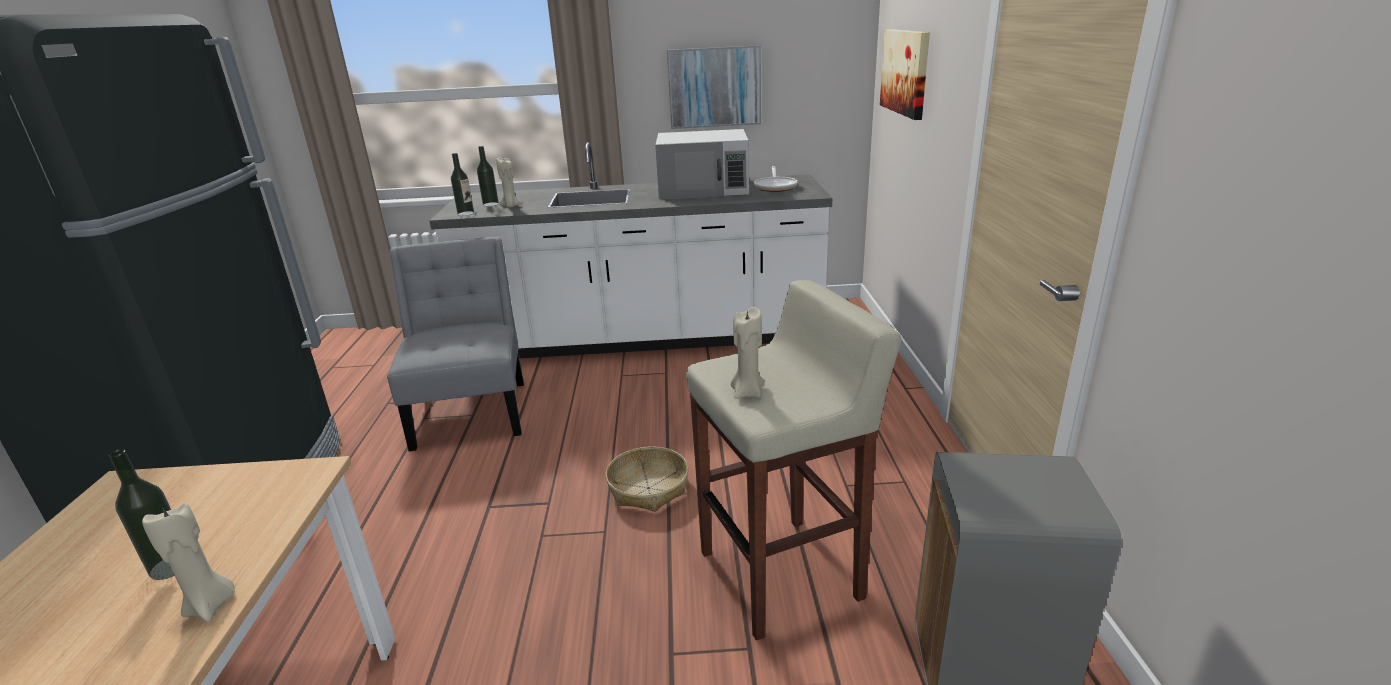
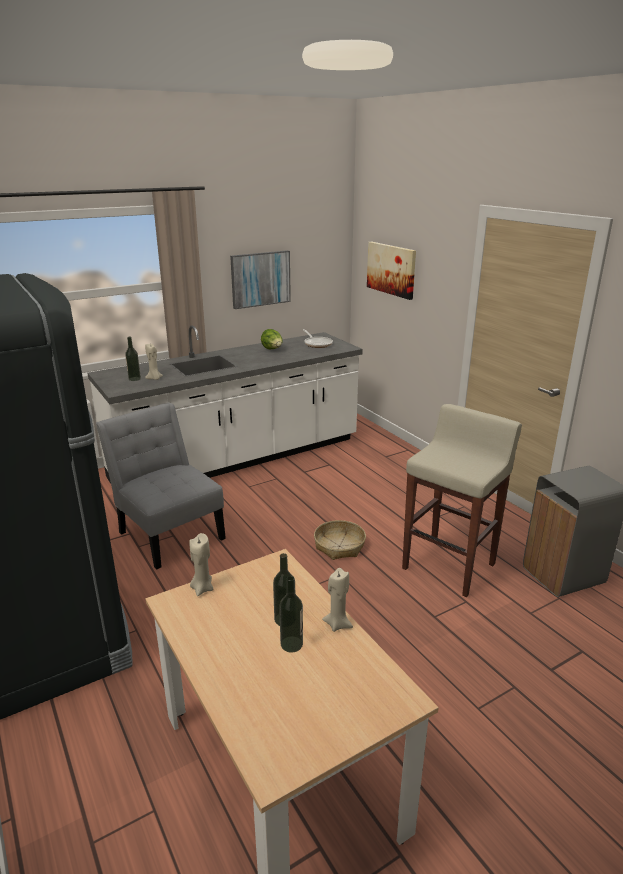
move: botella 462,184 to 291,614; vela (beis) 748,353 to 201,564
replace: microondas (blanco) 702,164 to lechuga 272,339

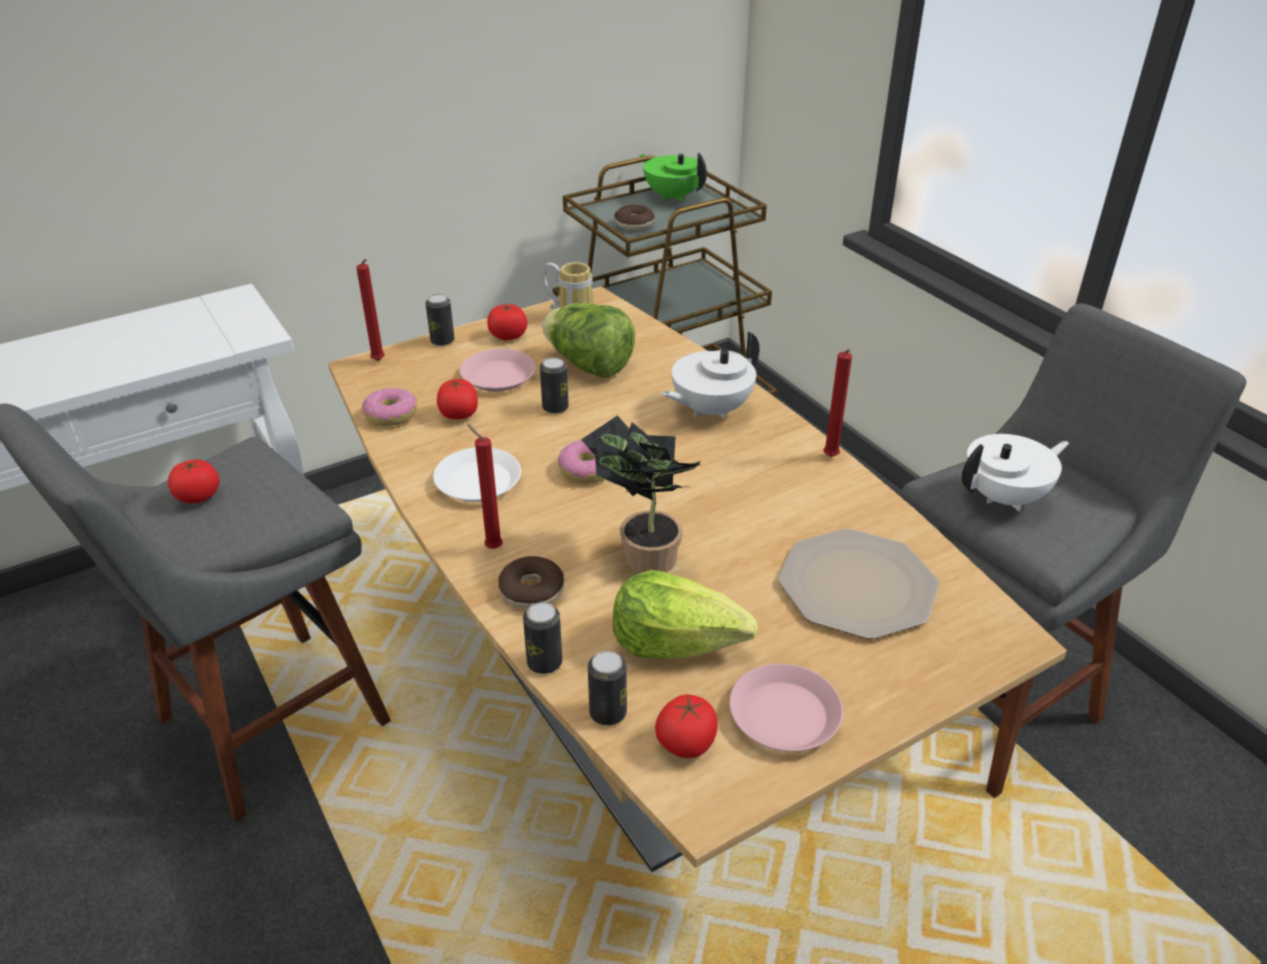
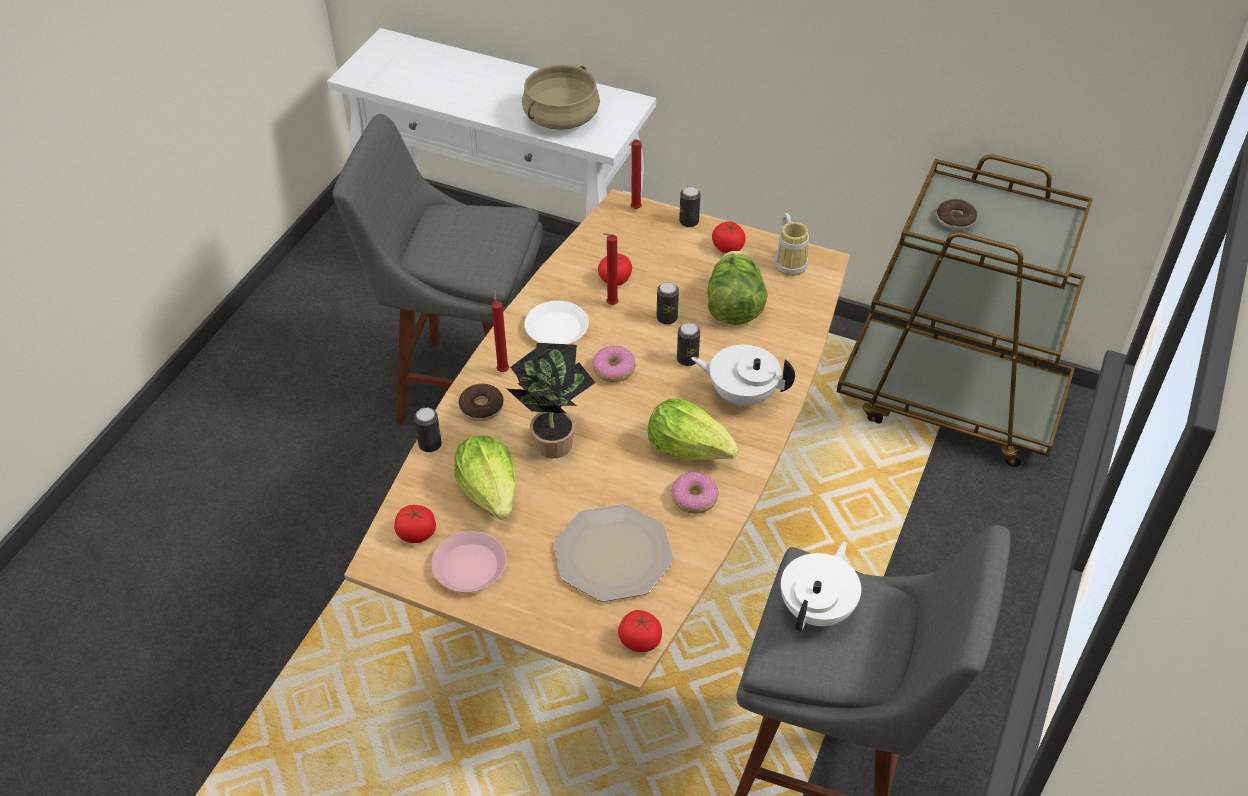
delete: plato (rosa) 498,370; tetera (verde) 673,177
insert: olla (beis) 561,97; lechuga 693,429
move: tomate 194,481 to 640,631; rosquilla 389,407 to 695,493; lata 607,688 to 688,344; vela (rojo) 837,403 to 611,269
rotate: tetera (blanco) 1015,472 = 821,586 90 degrees counterclockwise

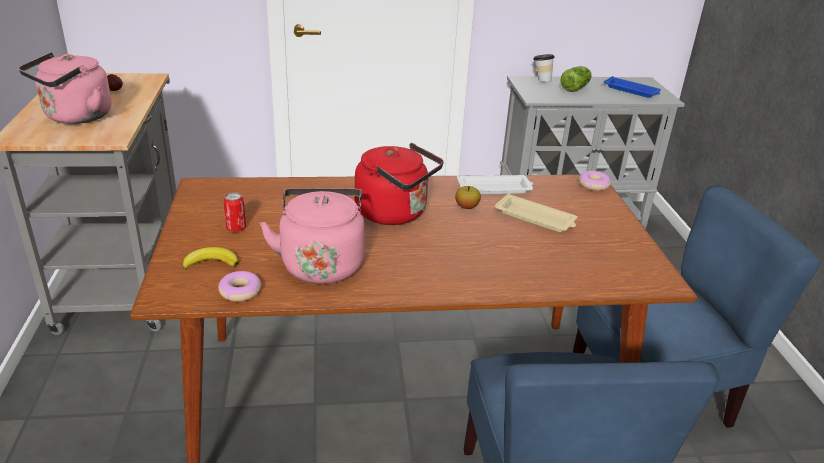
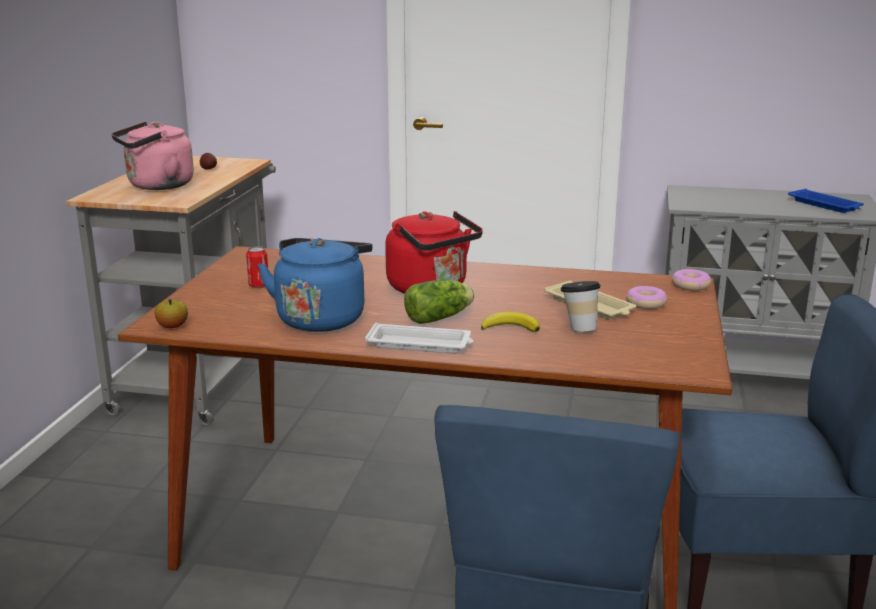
move: plátano 211,258 to 510,322; rosquilla 239,286 to 646,297; manzana 468,197 to 171,313; bandeja (blanco) 495,184 to 419,337; taza 544,68 to 580,306; lechuga 576,79 to 439,302
recolor: hervidor (rosa) 312,236 to hervidor (azul) 315,285

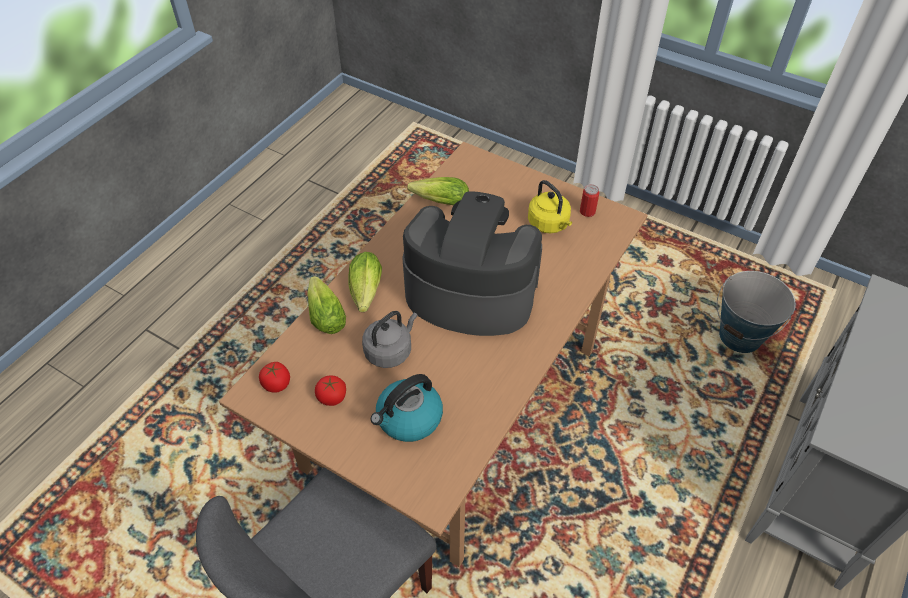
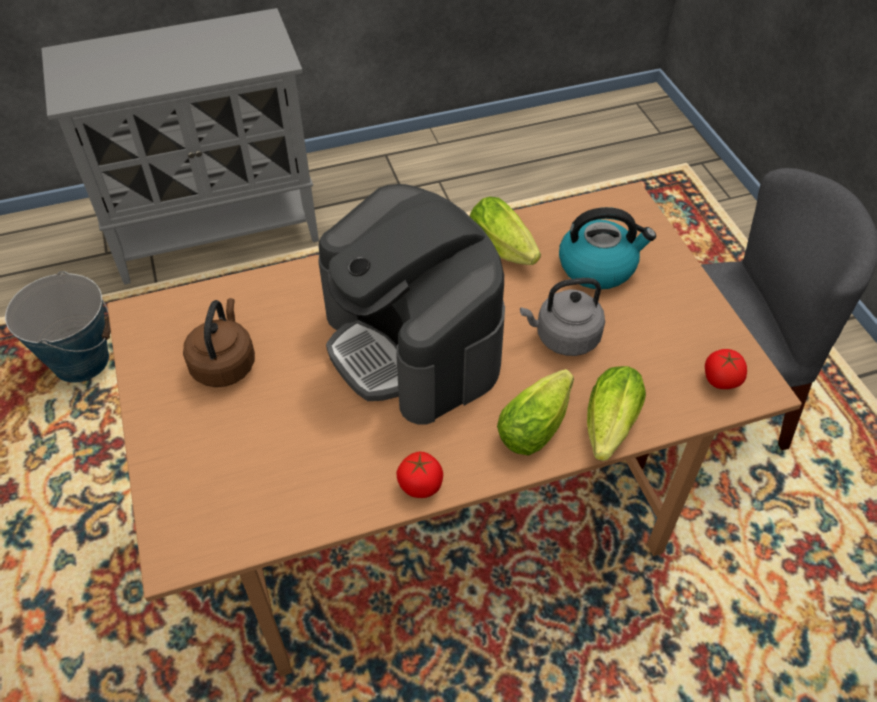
delete: lata 589,200
move: tomate 330,391 to 420,475; lechuga 438,191 to 505,231
recolor: hervidor (amarillo) 550,206 to hervidor (marrón) 219,342

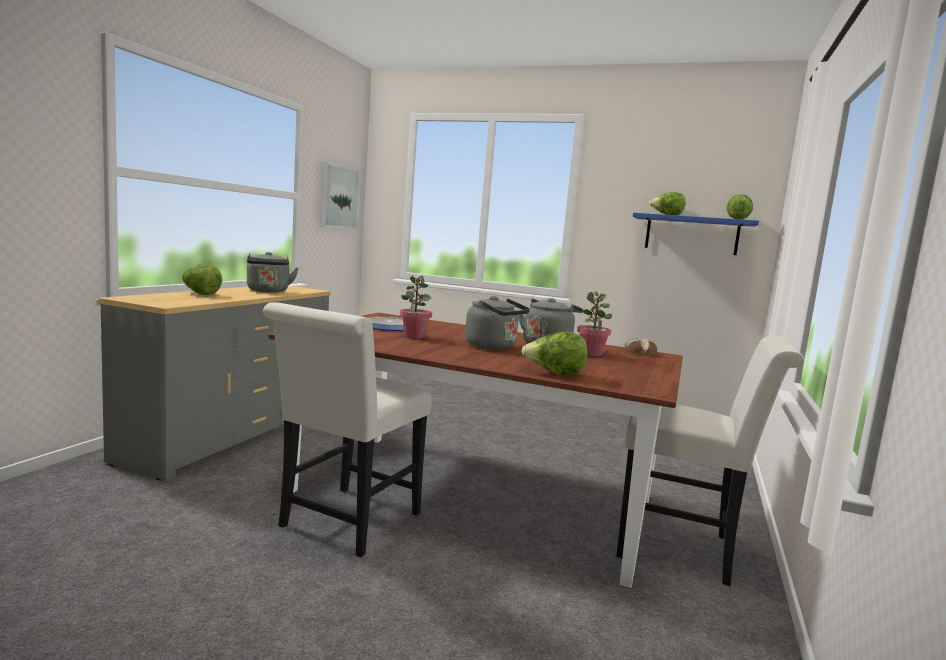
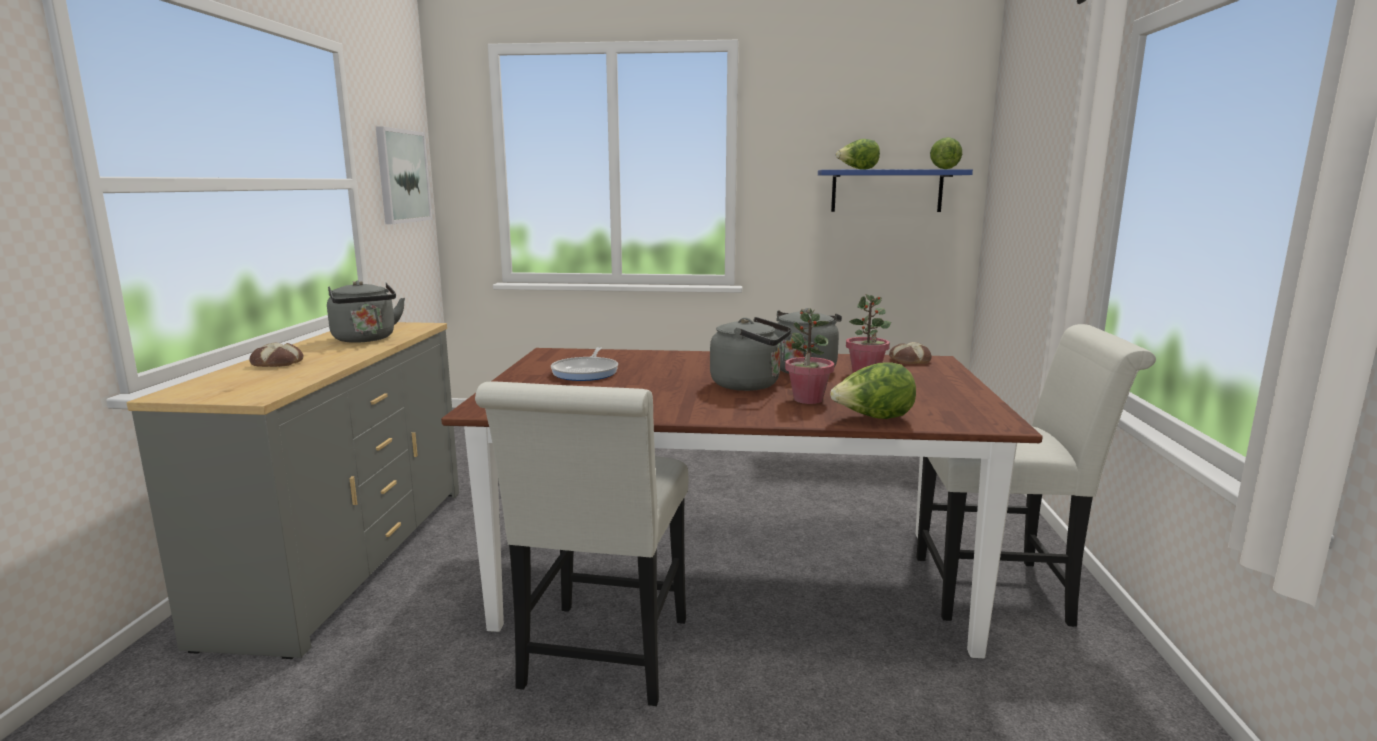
move: planta en maceta 416,307 to 809,356
replace: lechuga 202,279 to pan 276,354

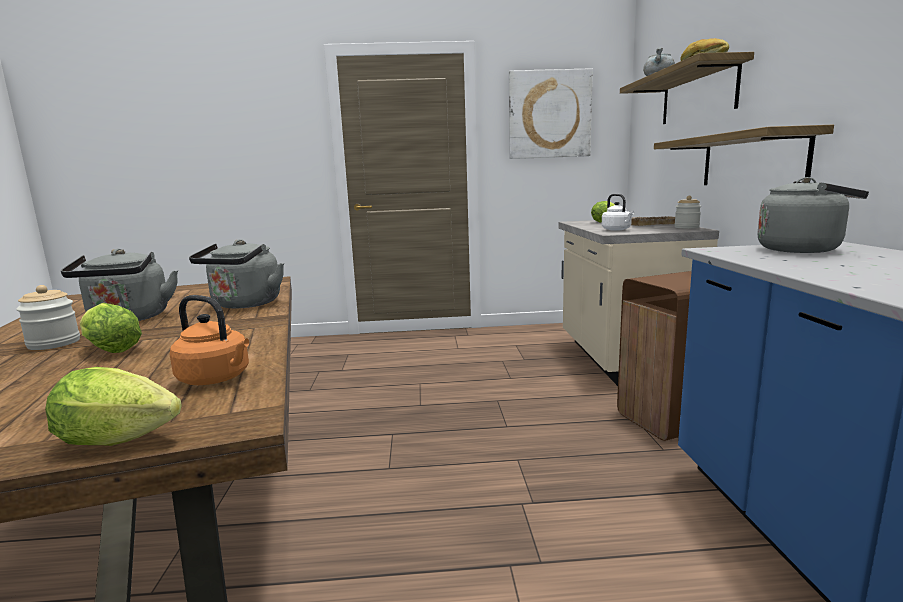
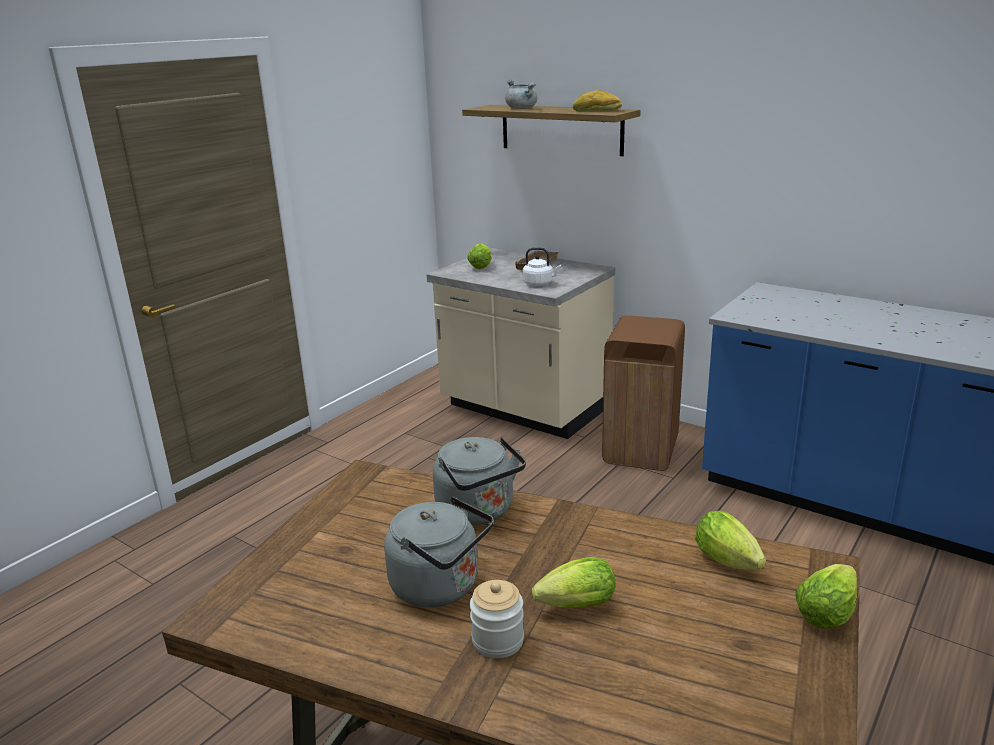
delete: cuadro 551,113; estante 744,155; tarro 687,212; hervidor (gris) 813,215
replace: hervidor (naranja) 209,340 to lechuga 730,540

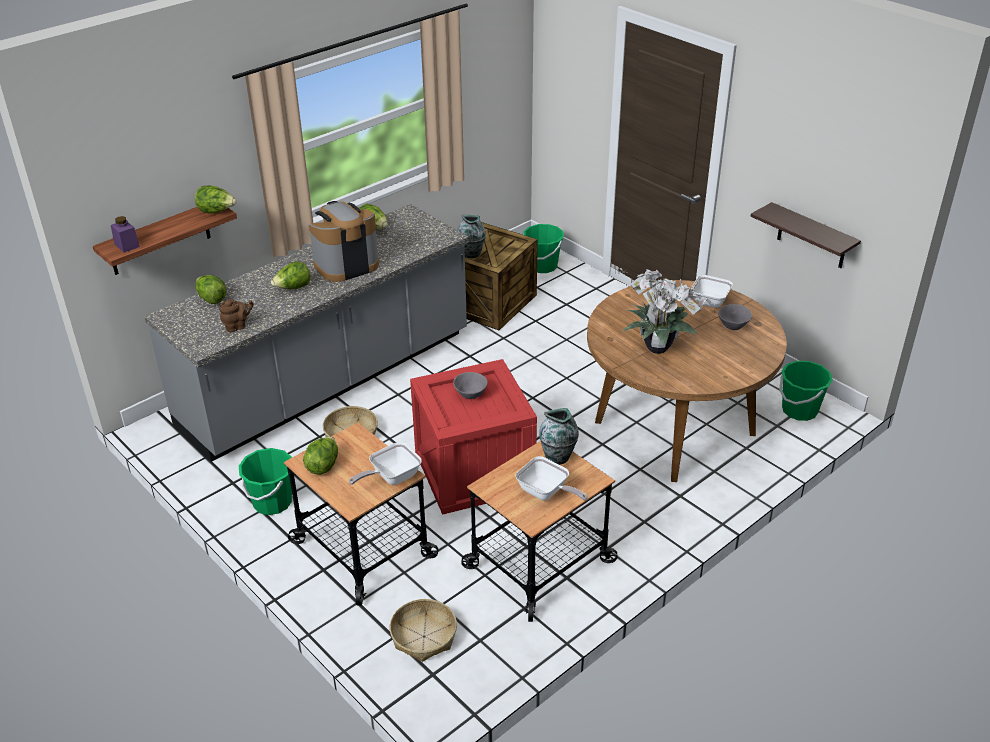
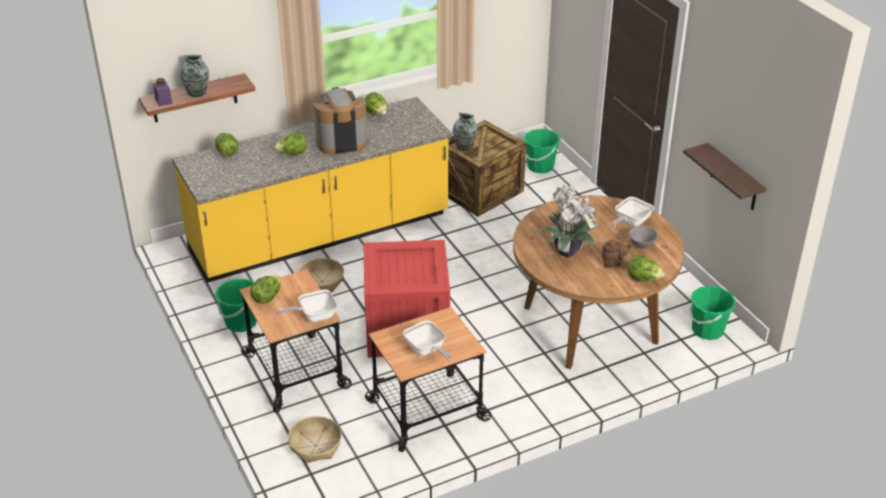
delete: cuenco (gris) 470,385
move: lechuga 215,199 to 646,268; tetera (marrón) 236,316 to 617,254; florero 559,436 to 194,76
recolor: mueble bajo de cocina (gris) 306,333 to mueble bajo de cocina (amarillo) 311,190

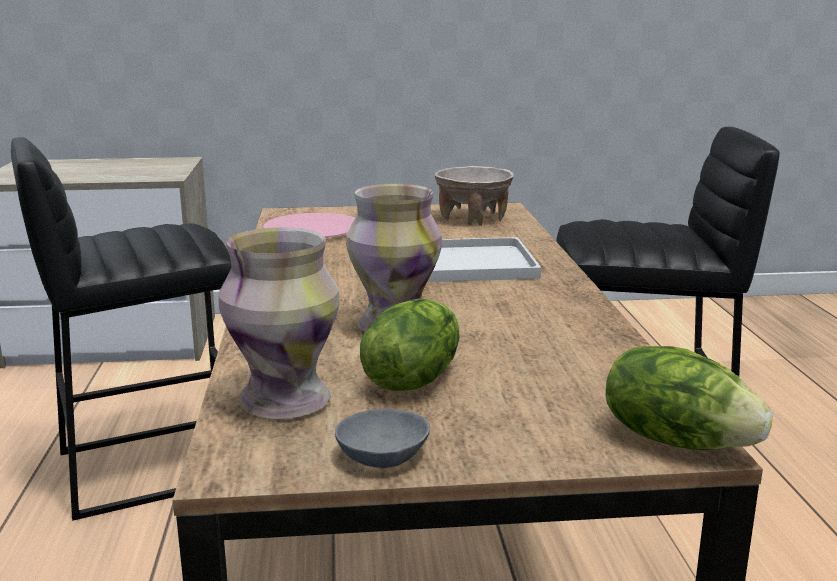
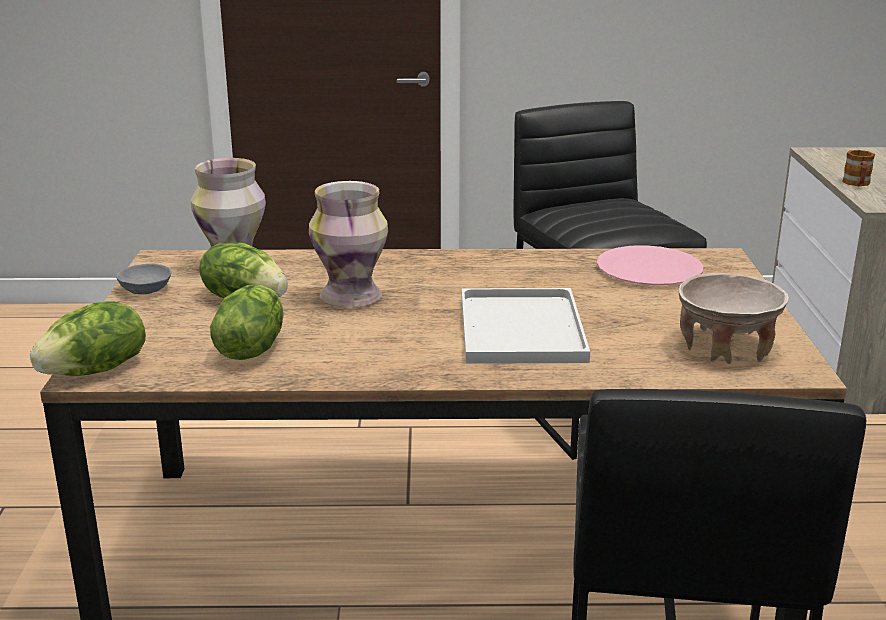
insert: lechuga 246,322; taza grande 858,168

